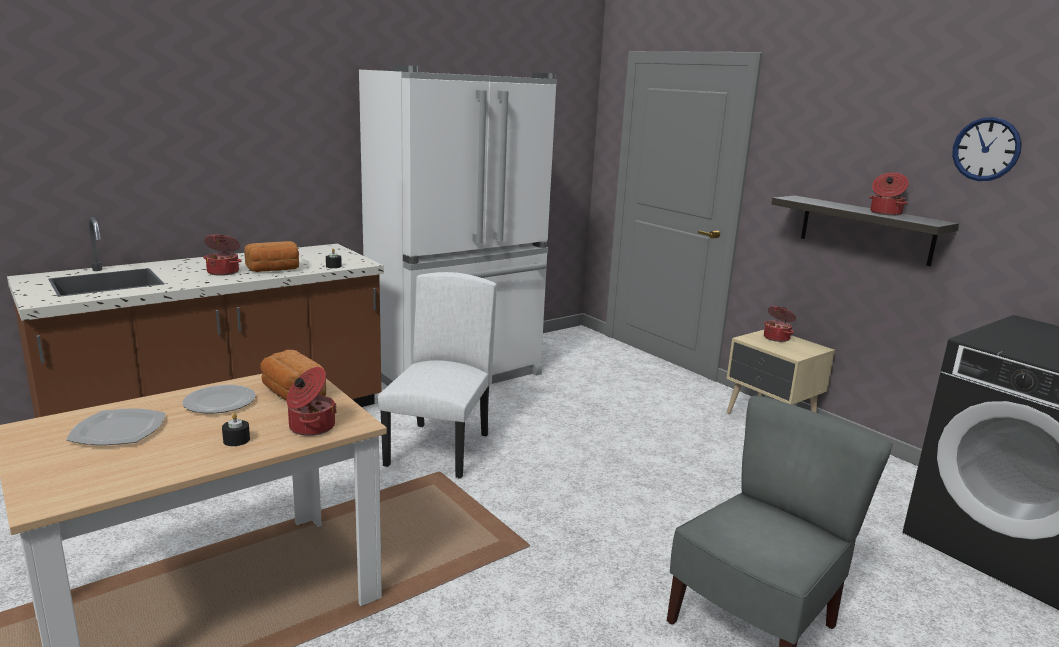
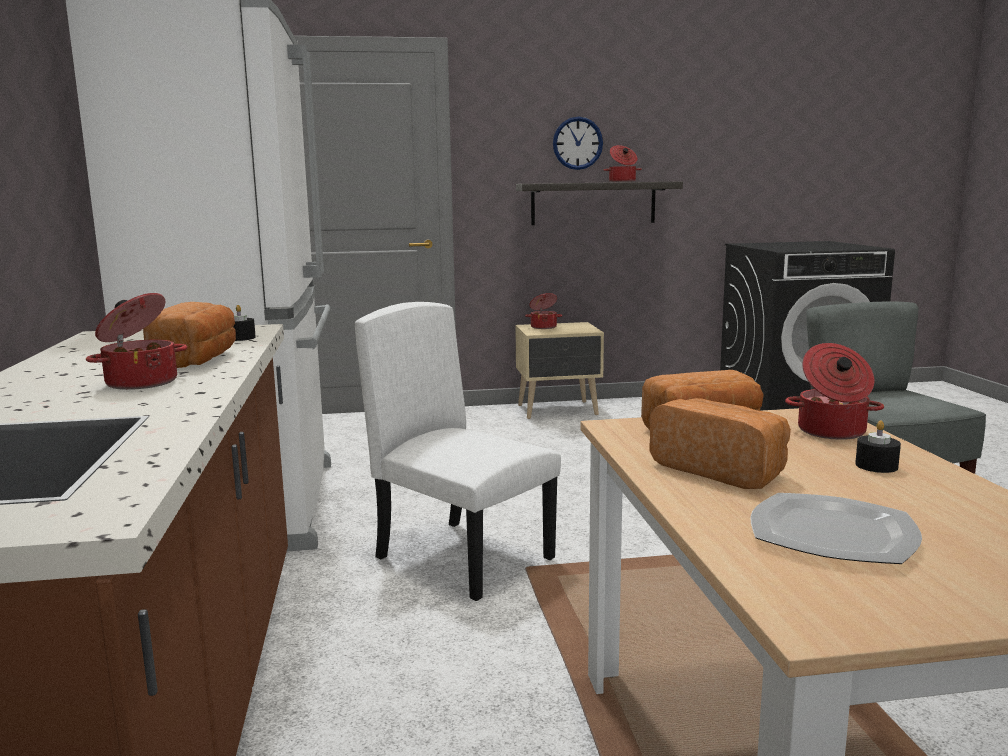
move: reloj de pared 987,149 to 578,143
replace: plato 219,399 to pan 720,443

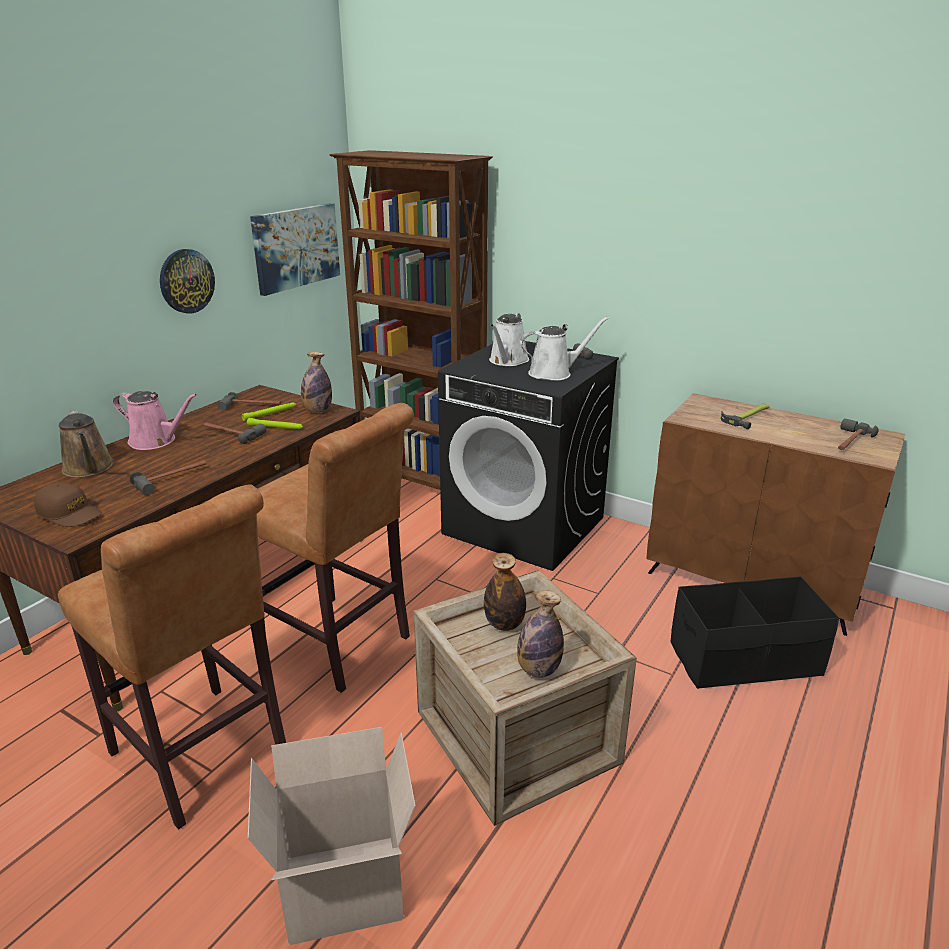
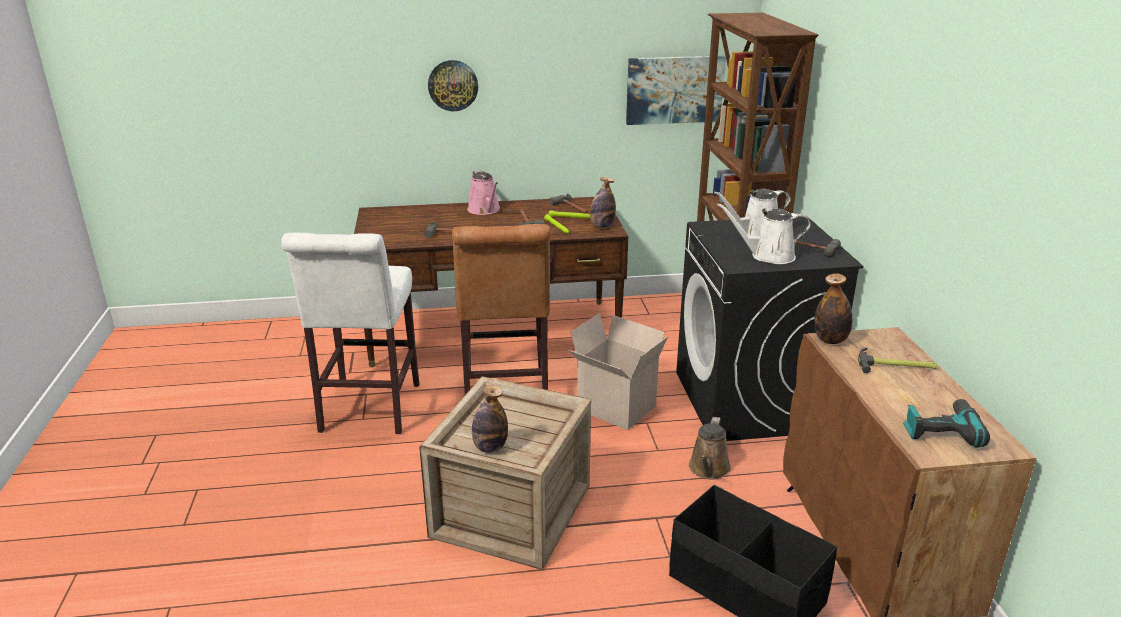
delete: gorra (marrón) 68,504
move: regadera (marrón) 86,444 to 710,448; reloj de pared 187,281 to 453,85; caja de cartón 332,836 to 617,371; botella 505,592 to 833,308
replace: martillo 858,434 to taladro 946,423
recolor: taburete (marrón) 172,656 to taburete (blanco) 350,333
rotate: regadera (blanco) 564,349 = 764,233 150 degrees clockwise

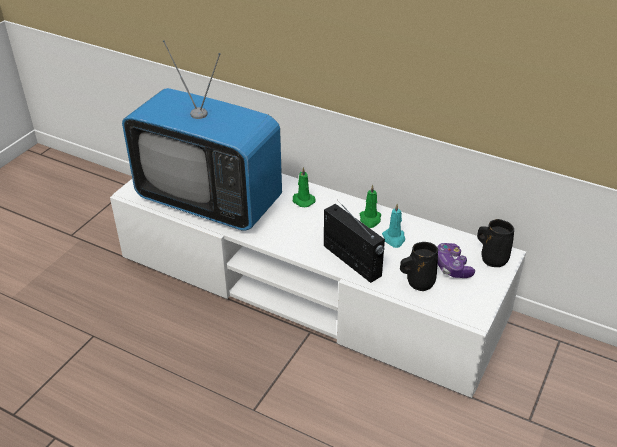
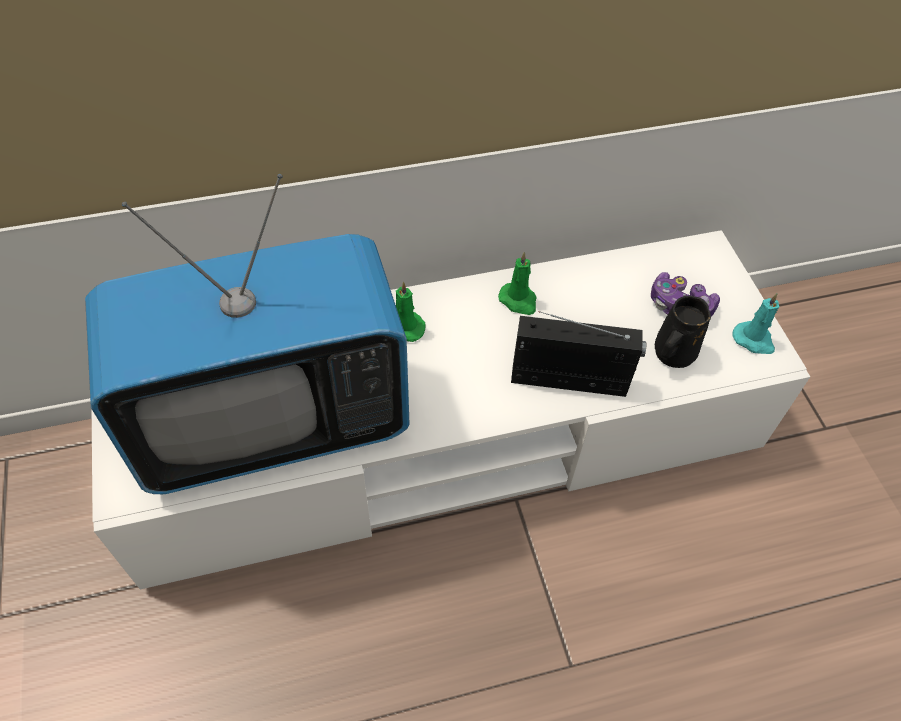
delete: taza grande (negro) 495,243
move: vela (turquesa) 393,226 to 756,323

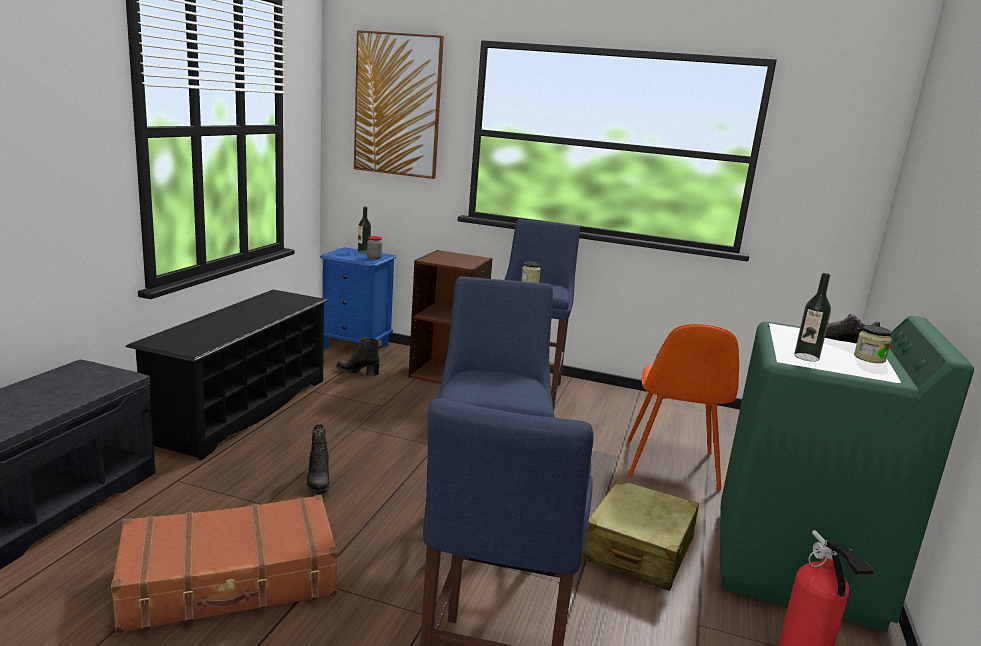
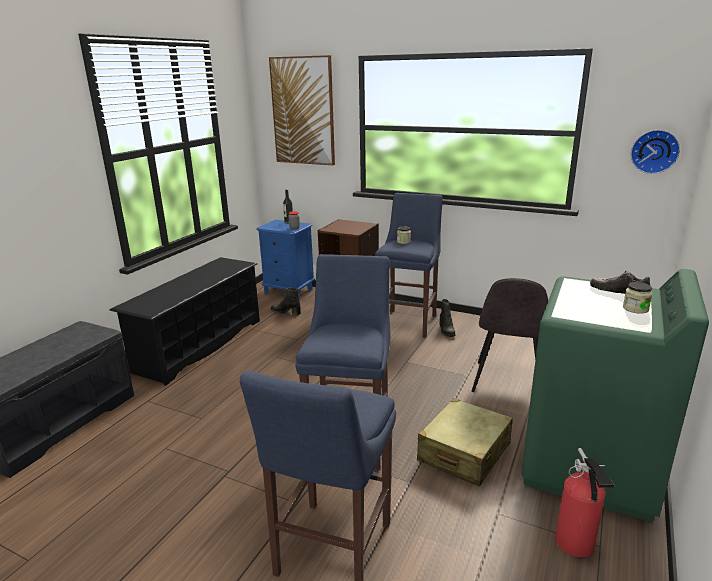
delete: maleta (marrón) 224,564; botella 812,317
insert: reloj de pared 655,152
move: bota (negro) 318,459 to 447,318
recolor: silla (naranja) 683,407 to silla (gris) 510,335

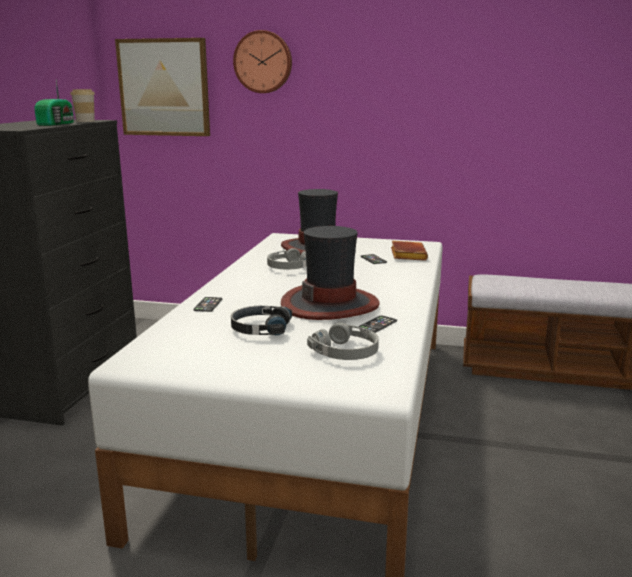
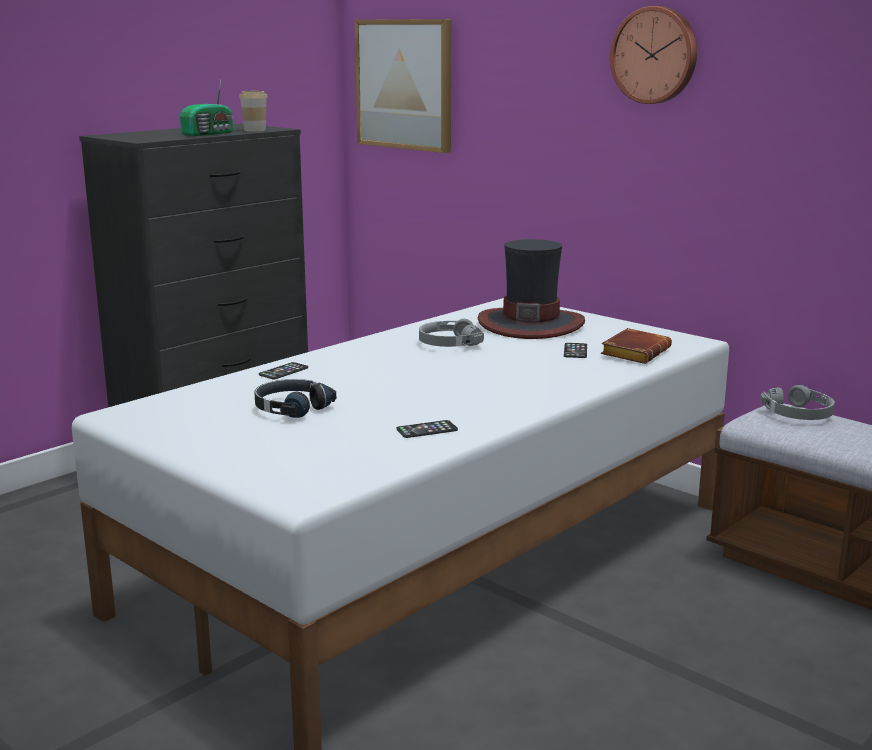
delete: sombrero 330,273
move: reloj de pared 262,61 to 653,55; auriculares (gris) 343,341 to 797,402

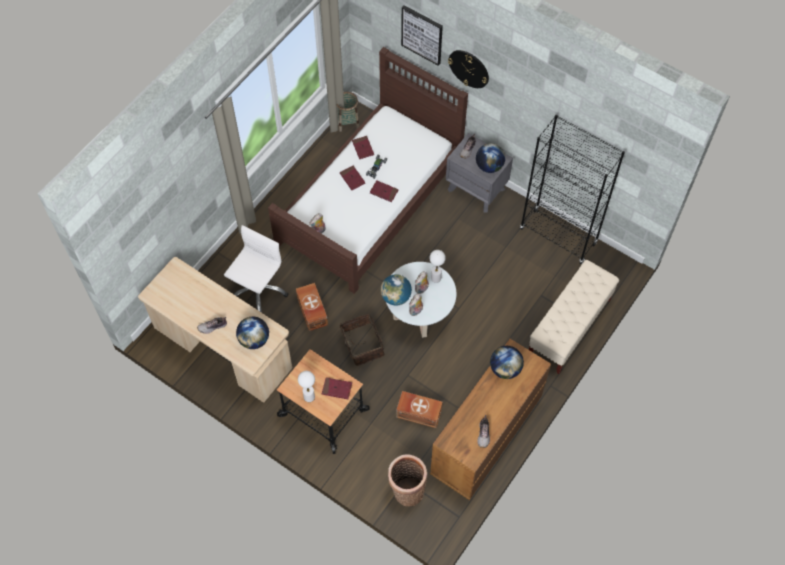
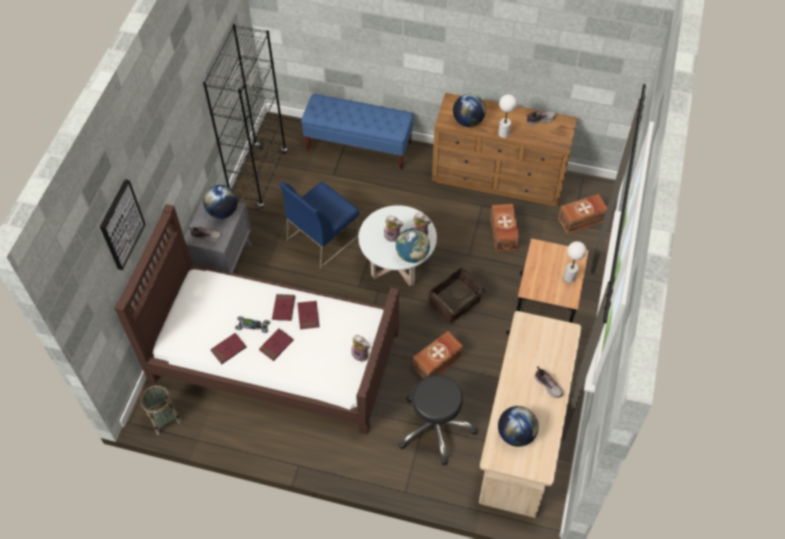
delete: reloj de pared 468,69
insert: silla (azul) 319,225
move: globo terráqueo 252,333 to 518,426; libro (rojo) 337,388 to 308,315; lámpara de mesa (blanco) 437,266 to 507,116
replace: silla de oficina (blanco) 256,269 to taburete (negro) 438,420; cesta 407,480 to caja de almacenaje (marrón) 582,214
recolor: banco (beis) 574,317 to banco (azul) 357,131

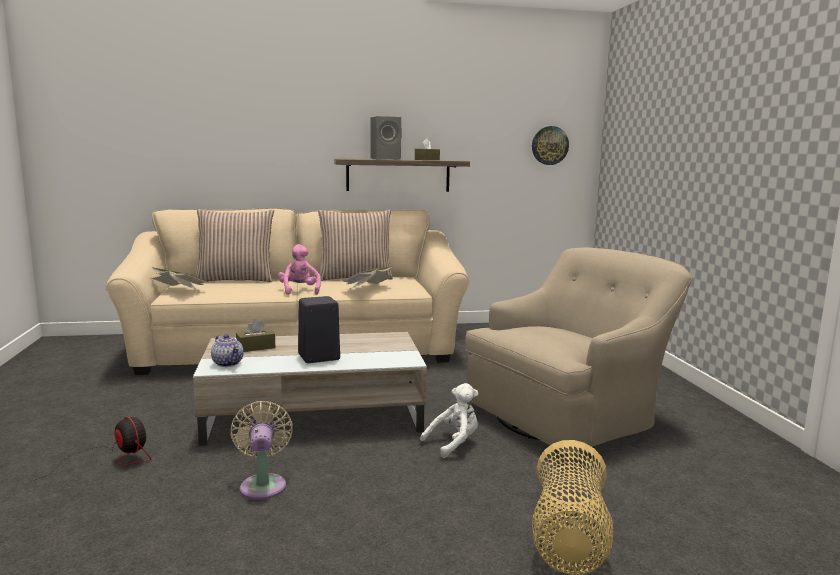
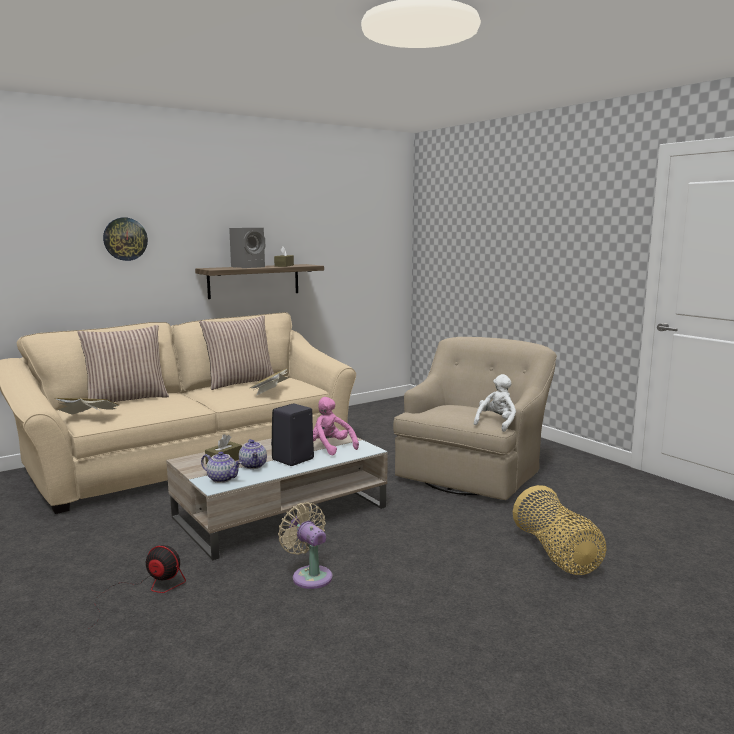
insert: tetera 253,454
move: peluche (rosa) 299,269 to 336,426; peluche (blanco) 449,420 to 495,403; reloj de pared 550,145 to 125,239

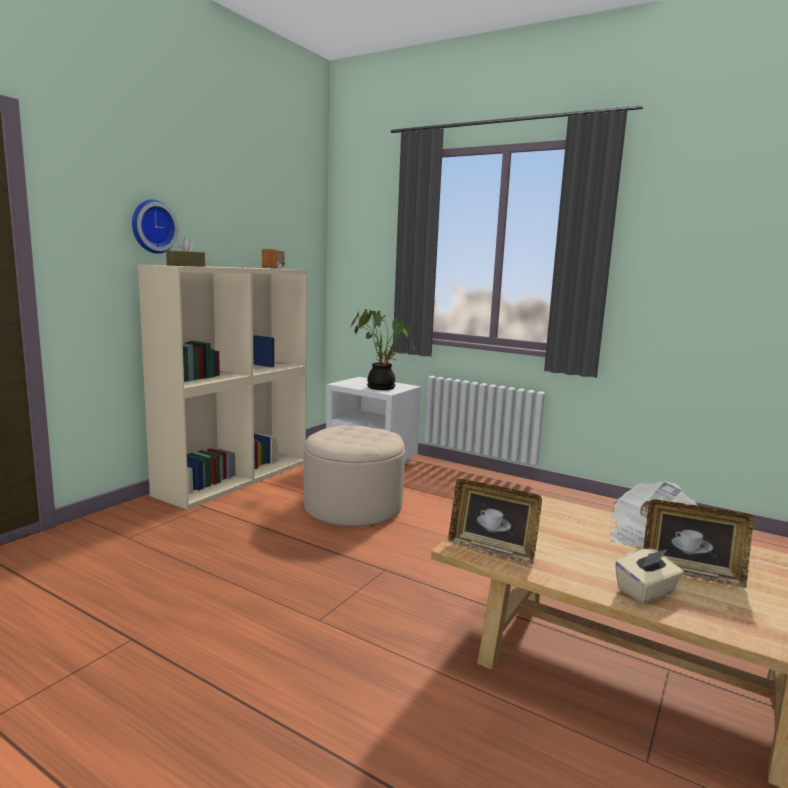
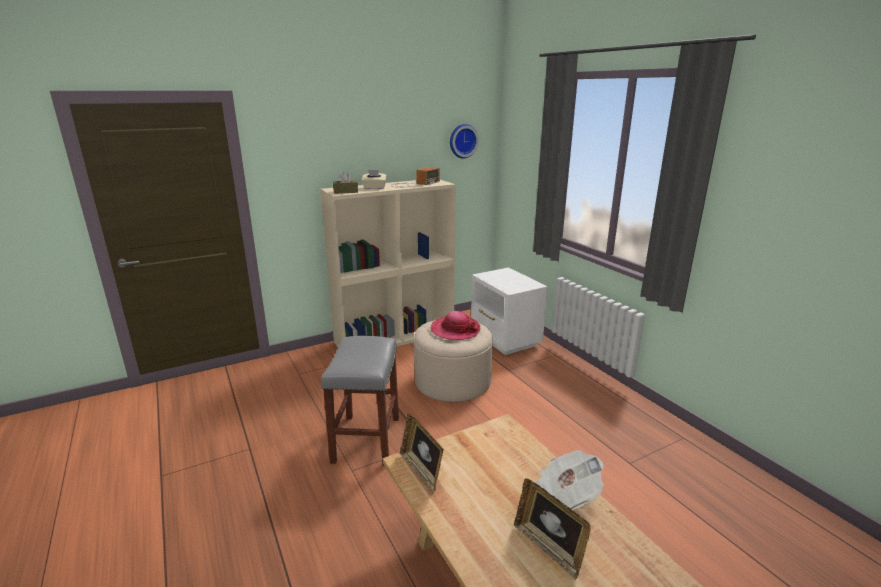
delete: planta en maceta 382,349
insert: taburete (gris) 360,401; sombrero 456,325
move: reloj de pared 155,226 to 464,141; caja de pañuelos (beis) 649,575 to 374,179

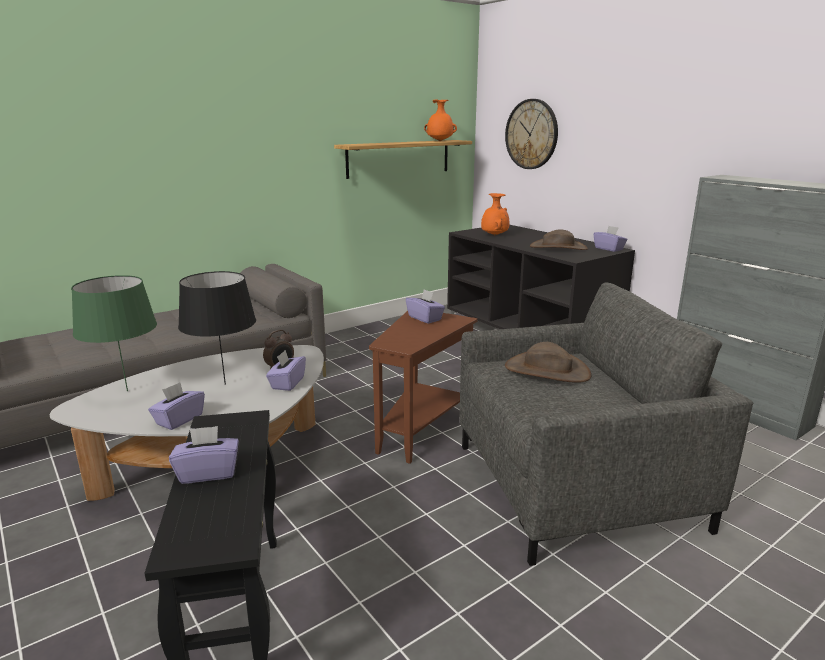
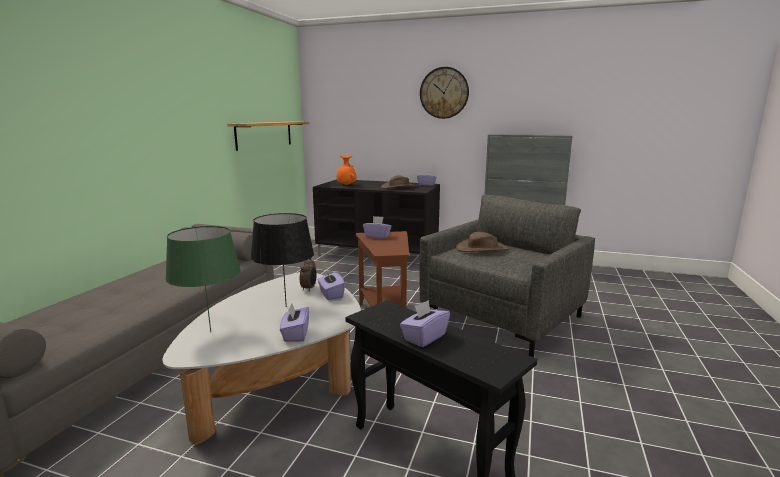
delete: florero (naranja) 440,120
move: reloj de pared 531,134 to 444,93

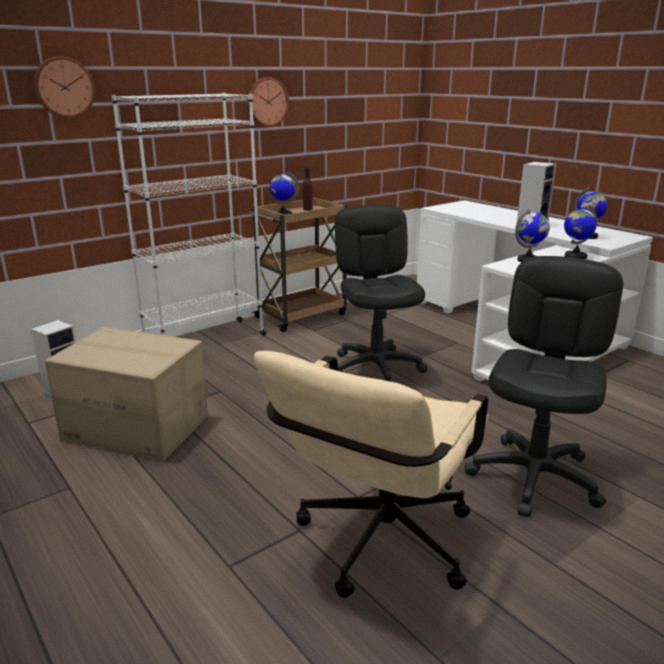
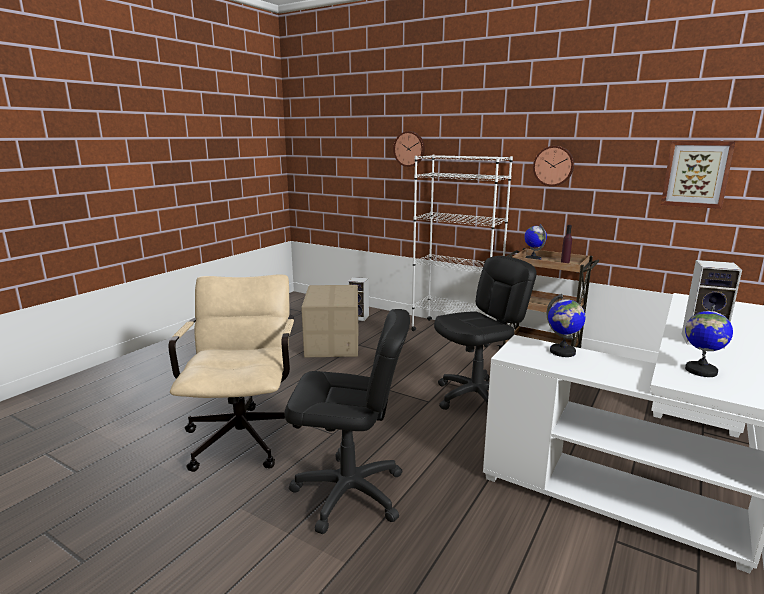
delete: globo terráqueo 580,232
insert: cuadro 698,175
rotate: silla de oficina (beis) 371,474 = 235,373 75 degrees clockwise

